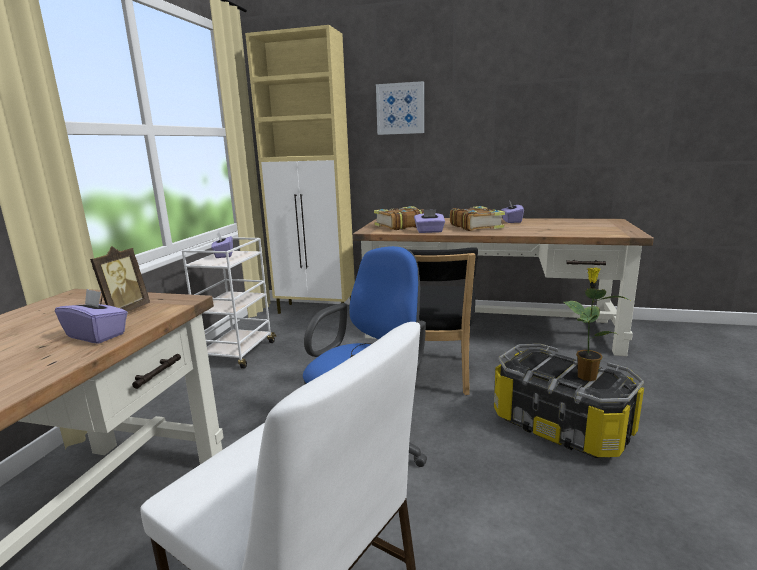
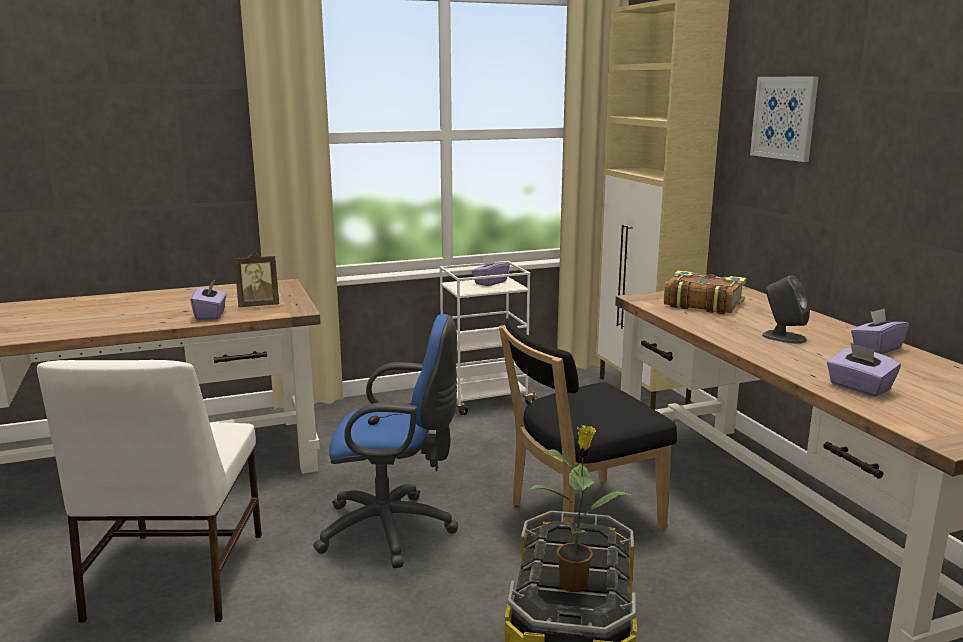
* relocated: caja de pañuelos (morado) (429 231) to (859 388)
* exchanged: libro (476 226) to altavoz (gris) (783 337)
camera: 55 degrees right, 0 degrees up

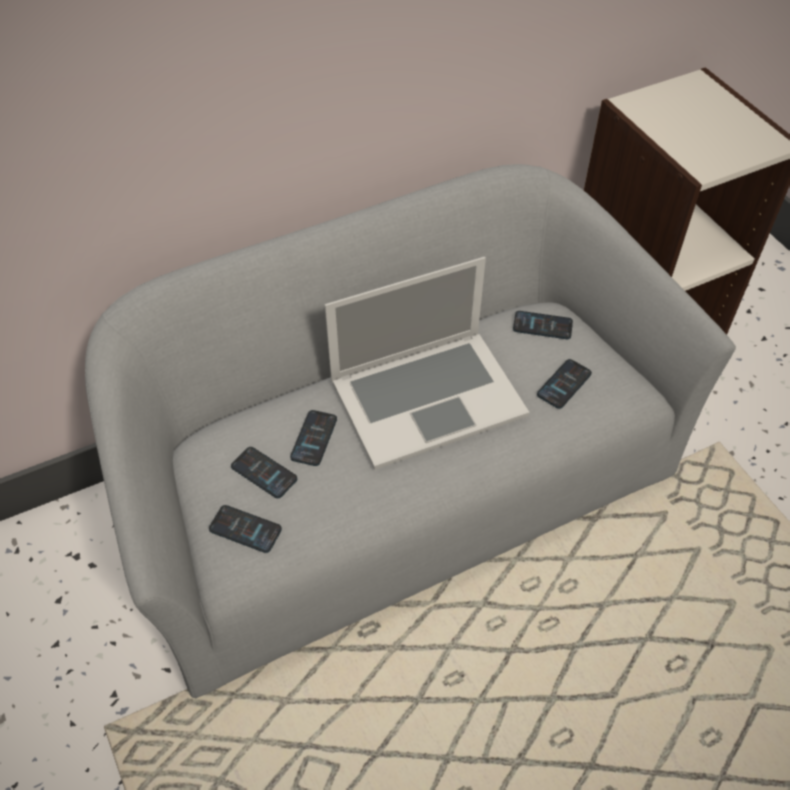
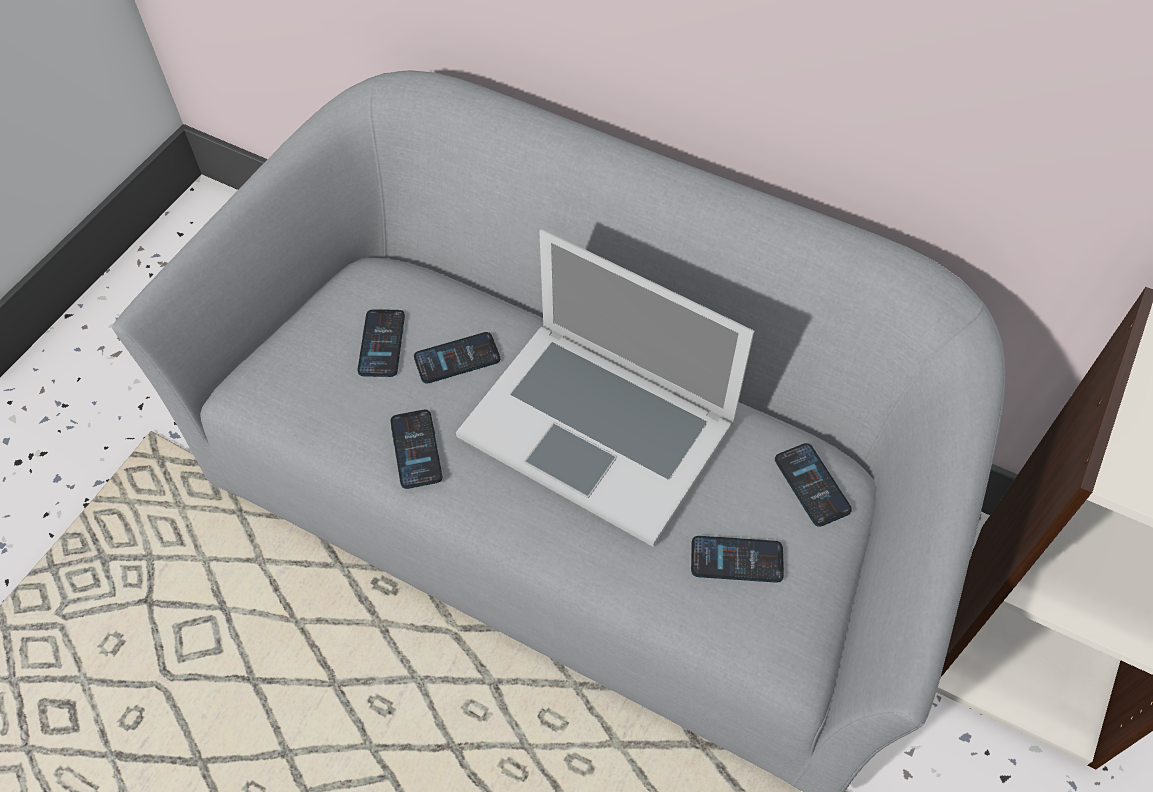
* relocated: móvil (245 529) to (416 449)
camera: 55 degrees right, 5 degrees up

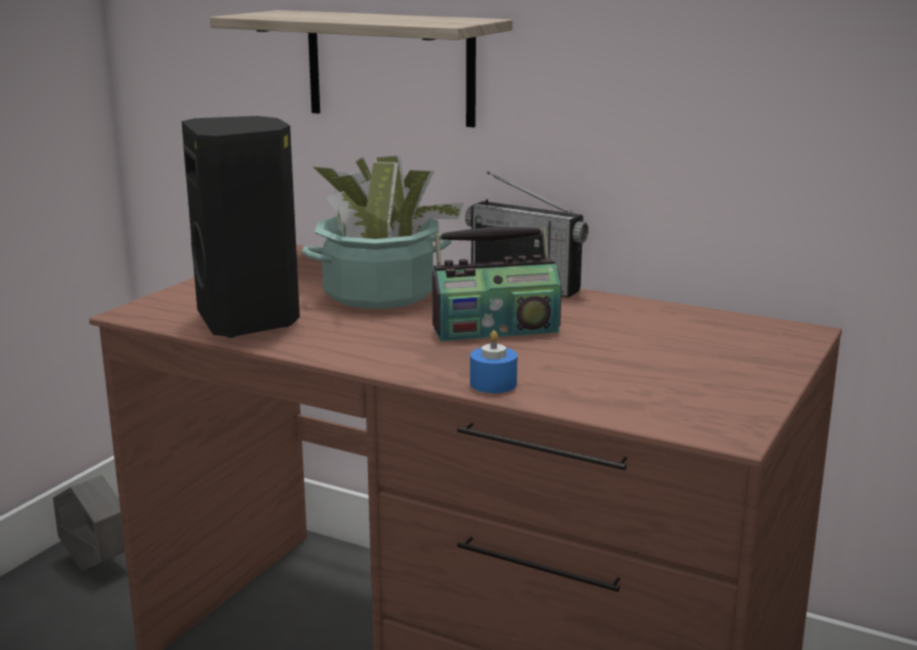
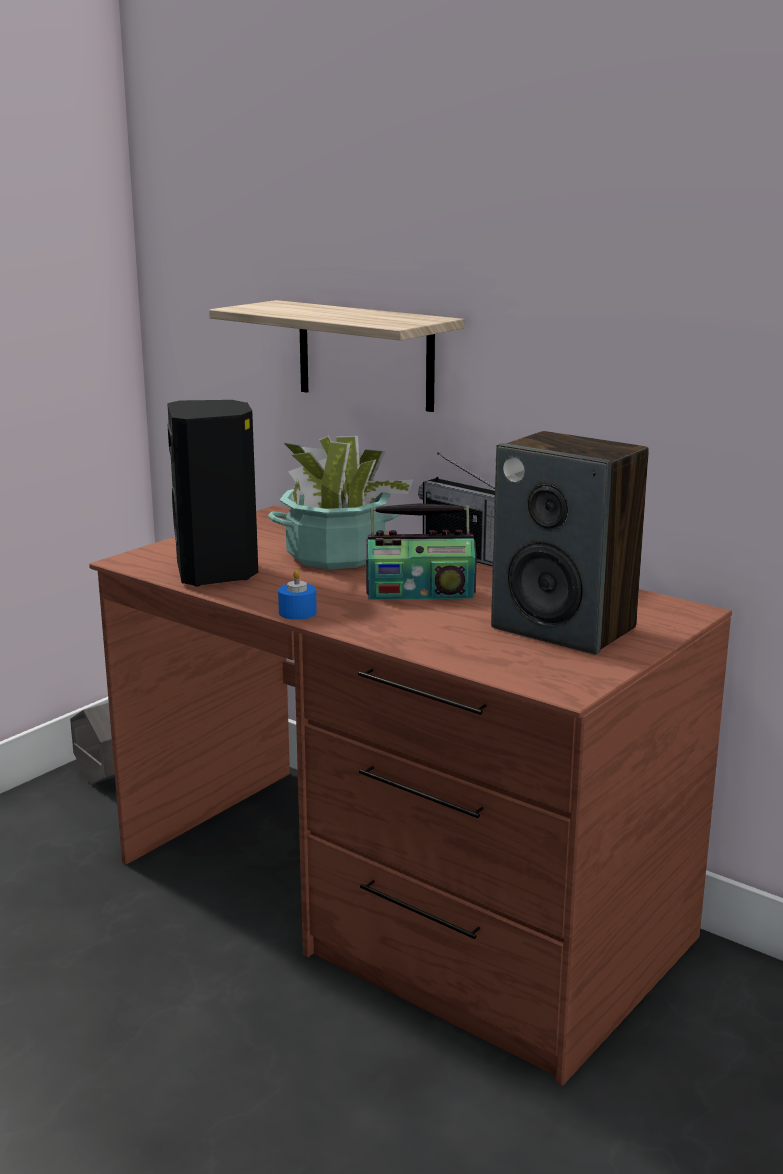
* appeared: altavoz (565 628)
* relocated: vela (azul) (493 383) to (297 612)
camera: 10 degrees right, 0 degrees up

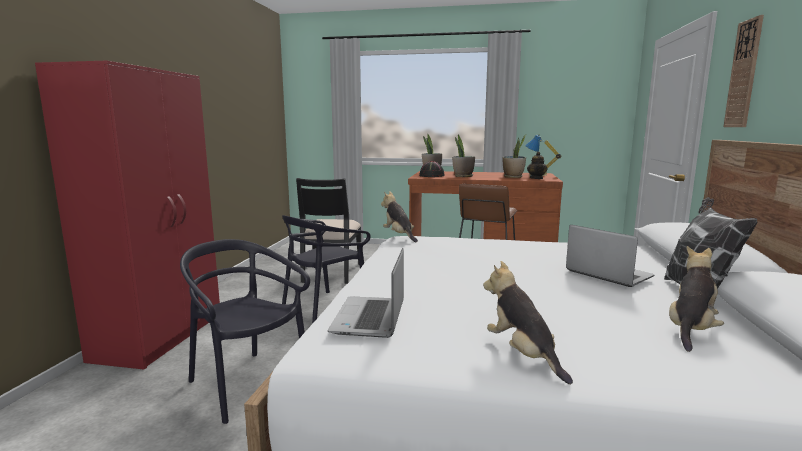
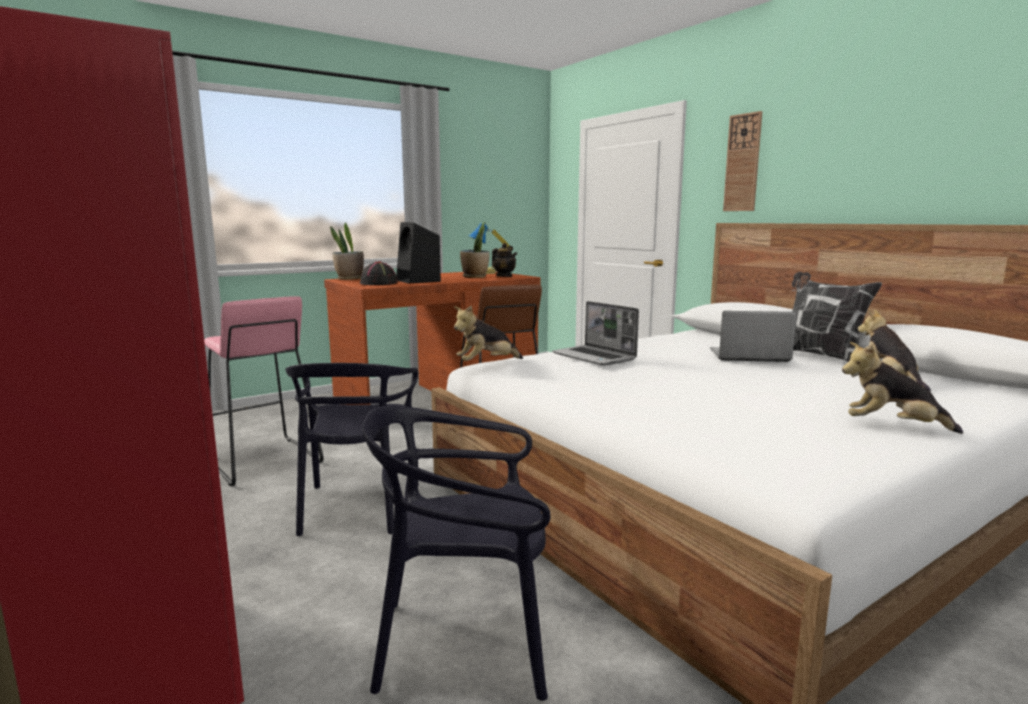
* relocated: portátil (370 318) to (595 357)
* exchanged: silla (negro) (331 273) to taburete (rosa) (263 461)
* exchanged: planta en maceta (463 176) to altavoz (negro) (419 281)
* spun: peluche (399 236) = (486 364) 45 degrees counterclockwise
camera: 45 degrees left, 0 degrees up

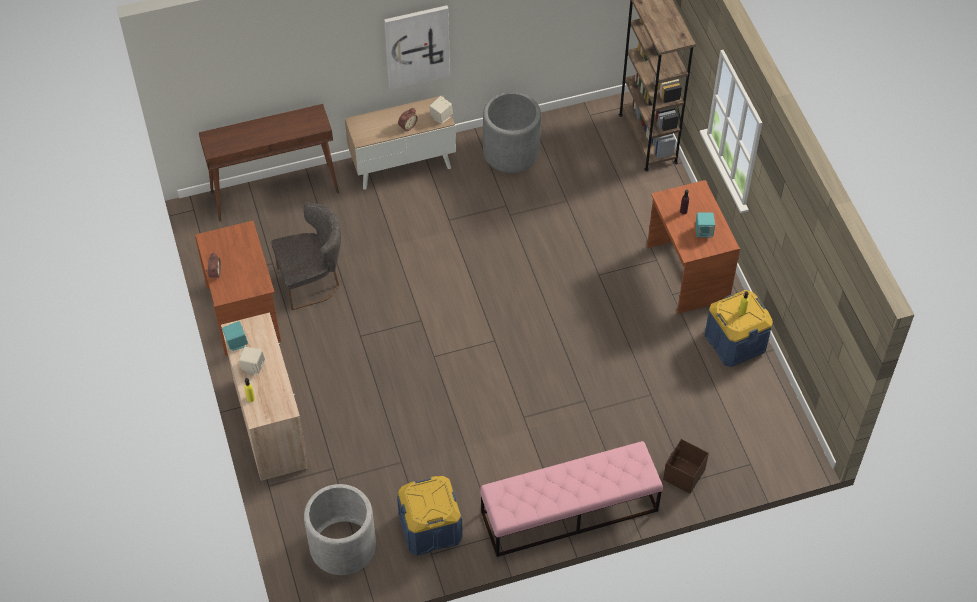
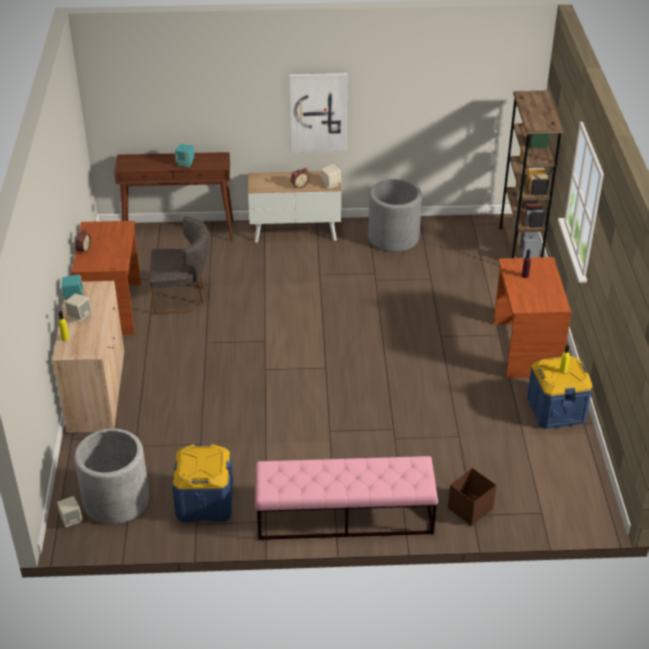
* appeared: altavoz (beis) (71 519)
* relocated: altavoz (turquesa) (703 232) to (185 163)
camera: 15 degrees right, 15 degrees down

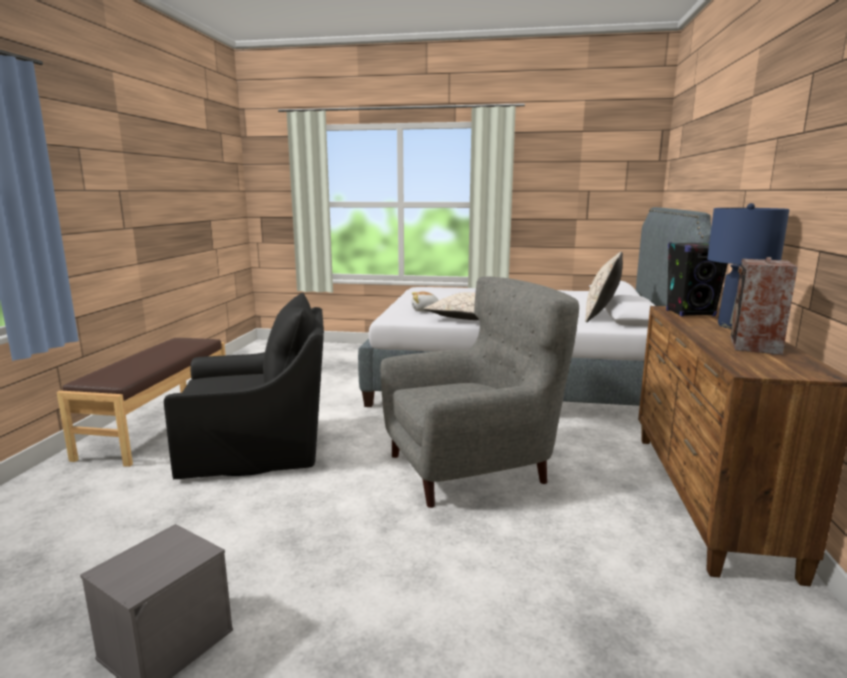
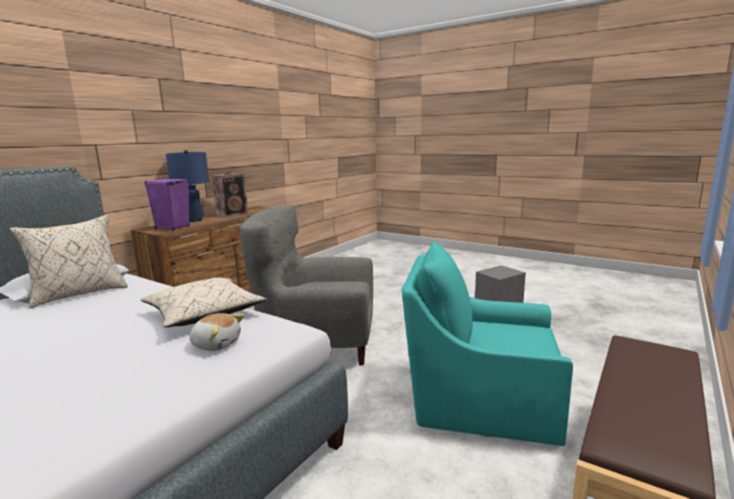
* colour: sillón (negro) (259 448) to sillón (turquesa) (478 399)
* colour: altavoz (negro) (690 313) to altavoz (morado) (172 228)
camera: 155 degrees left, 0 degrees up

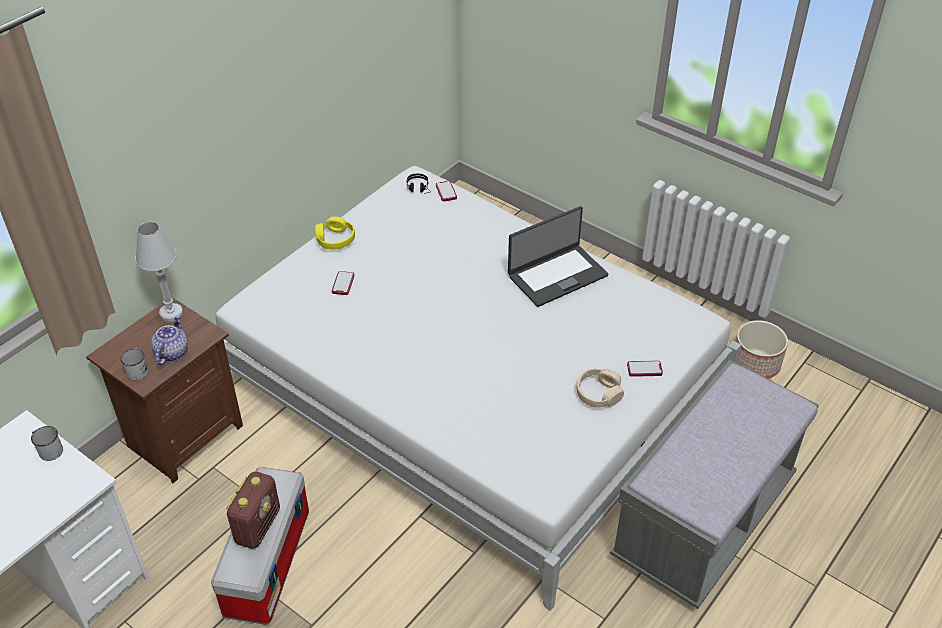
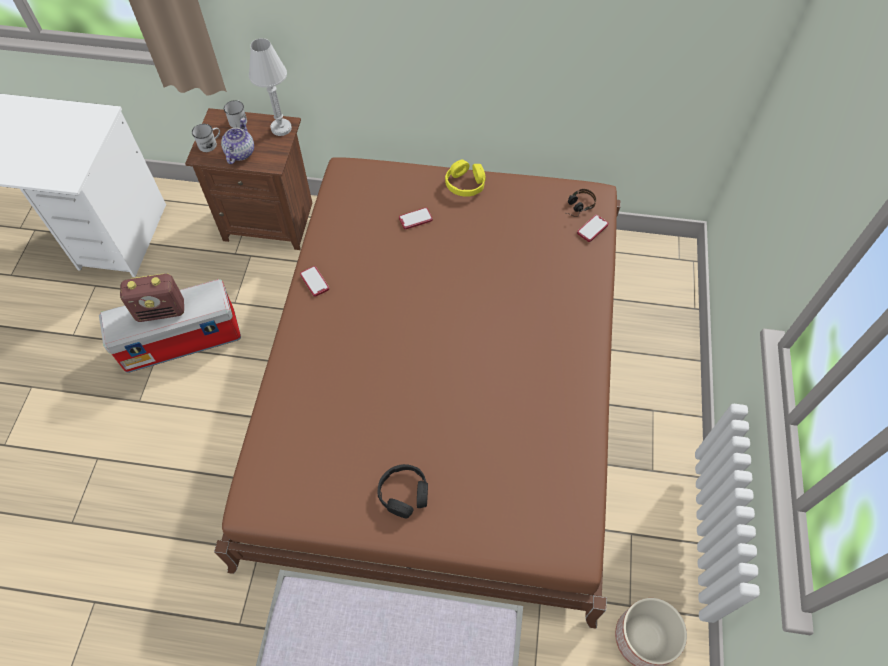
* missing: portátil (557 275)
* relocated: taza grande (blanco) (48 450) to (239 120)
* relocated: móvil (644 369) to (314 282)
* colour: cama (blanco) (471 383) to cama (marrón) (443 383)
* colour: auriculares (beis) (598 393) to auriculares (negro) (404 493)
* spun: tetera (171 352) = (240 152) 60 degrees counterclockwise
camera: 60 degrees right, 15 degrees up

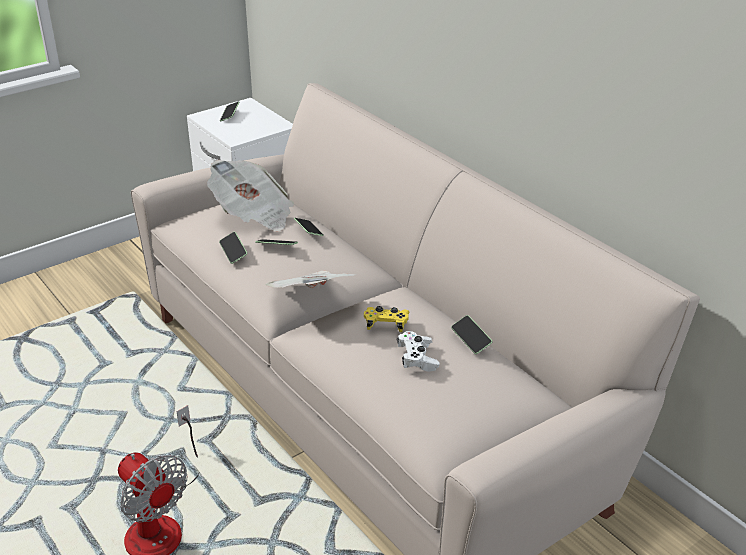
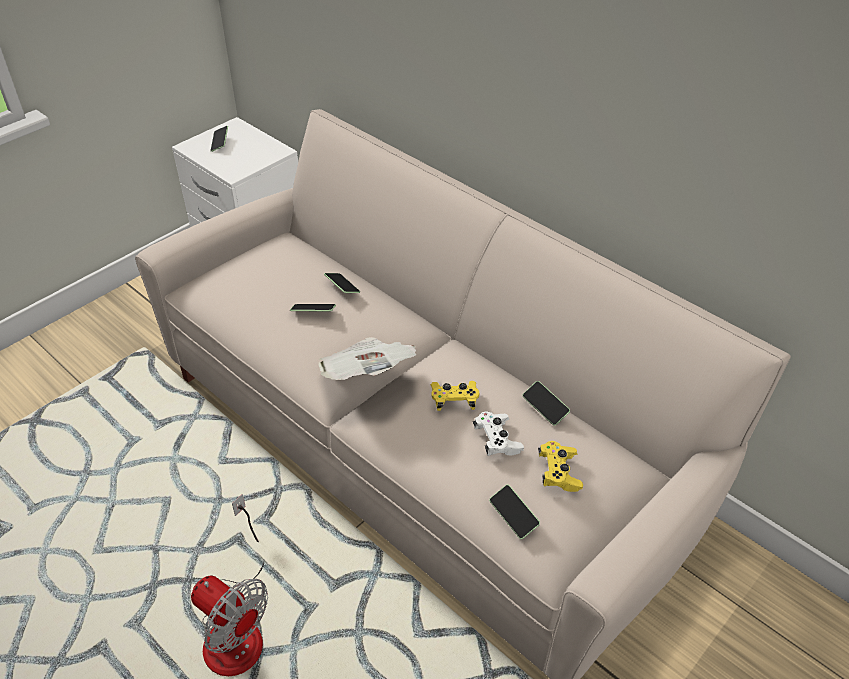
* missing: periódico (253 215)
* appeared: mando de consola (amarillo) (558 473)
* relocated: móvil (233 252) to (513 516)
camera: 10 degrees left, 10 degrees up

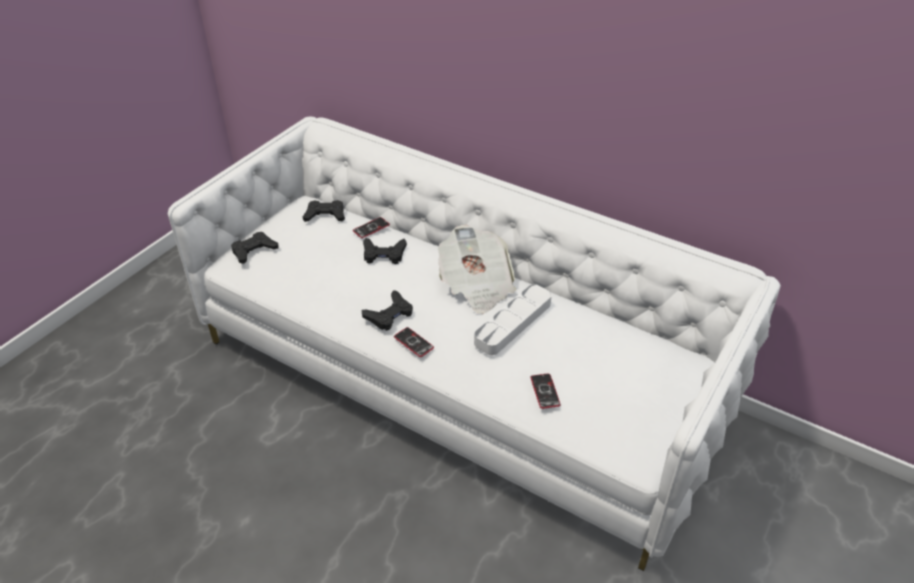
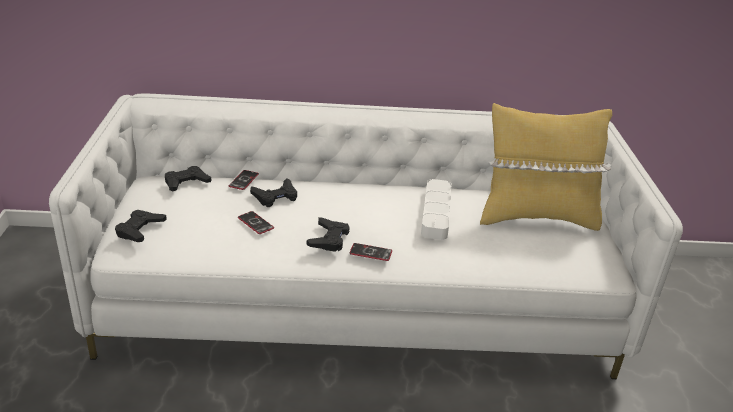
* missing: periódico (476 286)
* appeared: cojín (amarillo) (536 217)
* relocated: móvil (545 391) to (255 223)
camera: 35 degrees left, 10 degrees down

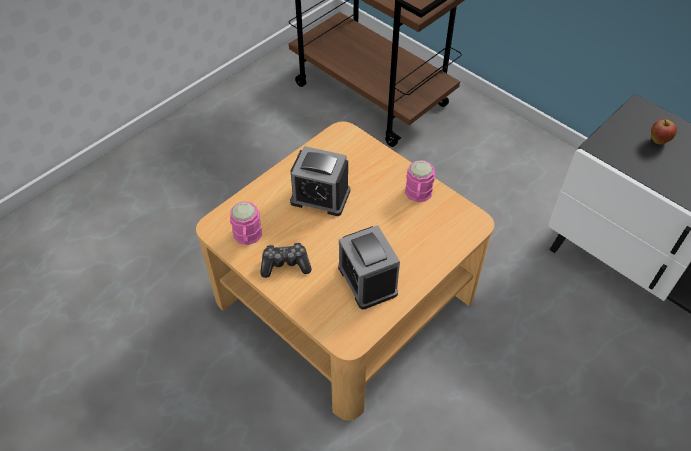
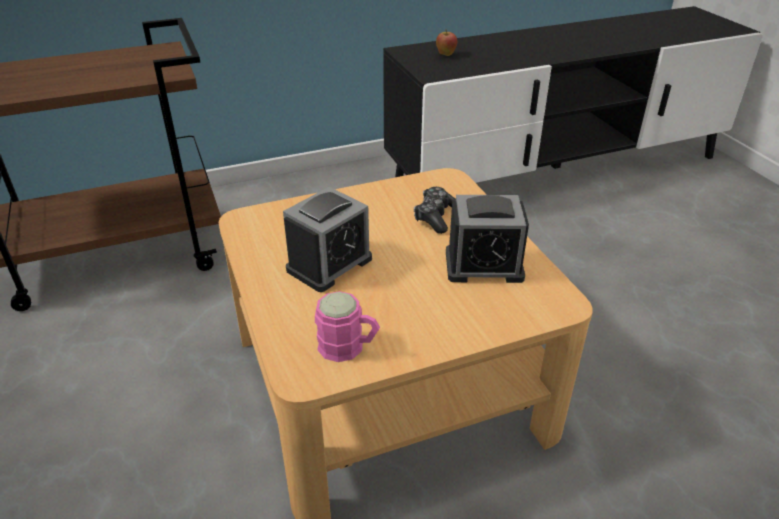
* missing: taza grande (rosa) (418 195)
* relocated: mando de consola (285 264) to (435 217)
camera: 65 degrees left, 15 degrees down

